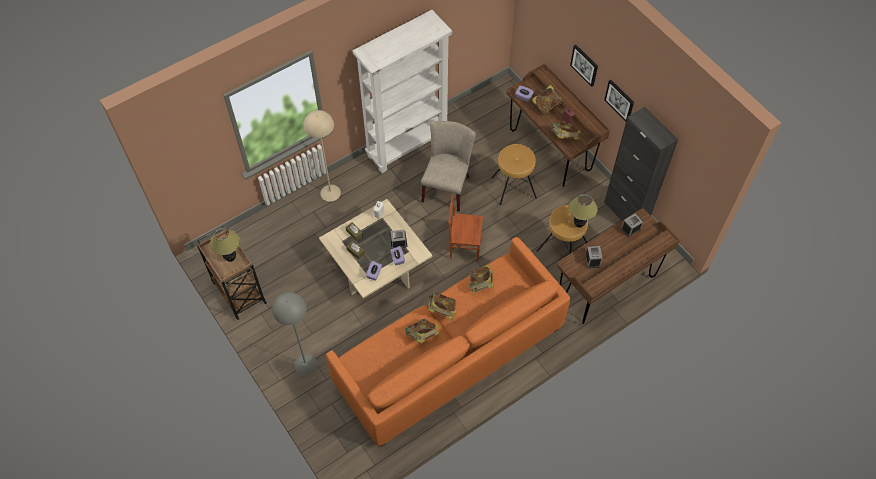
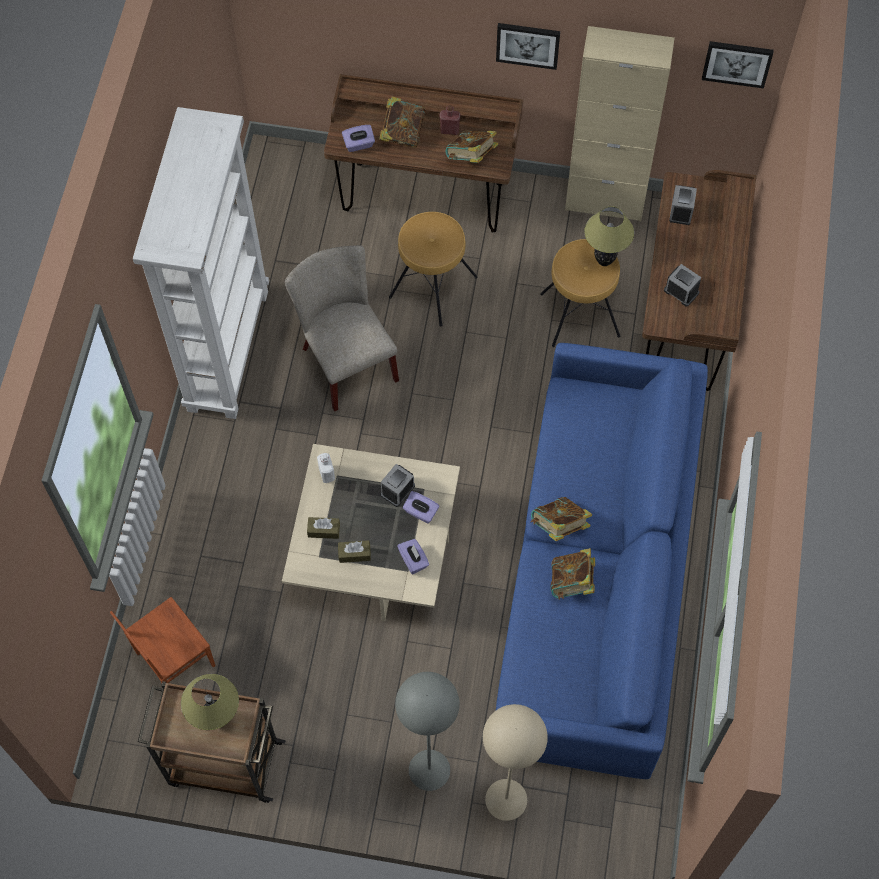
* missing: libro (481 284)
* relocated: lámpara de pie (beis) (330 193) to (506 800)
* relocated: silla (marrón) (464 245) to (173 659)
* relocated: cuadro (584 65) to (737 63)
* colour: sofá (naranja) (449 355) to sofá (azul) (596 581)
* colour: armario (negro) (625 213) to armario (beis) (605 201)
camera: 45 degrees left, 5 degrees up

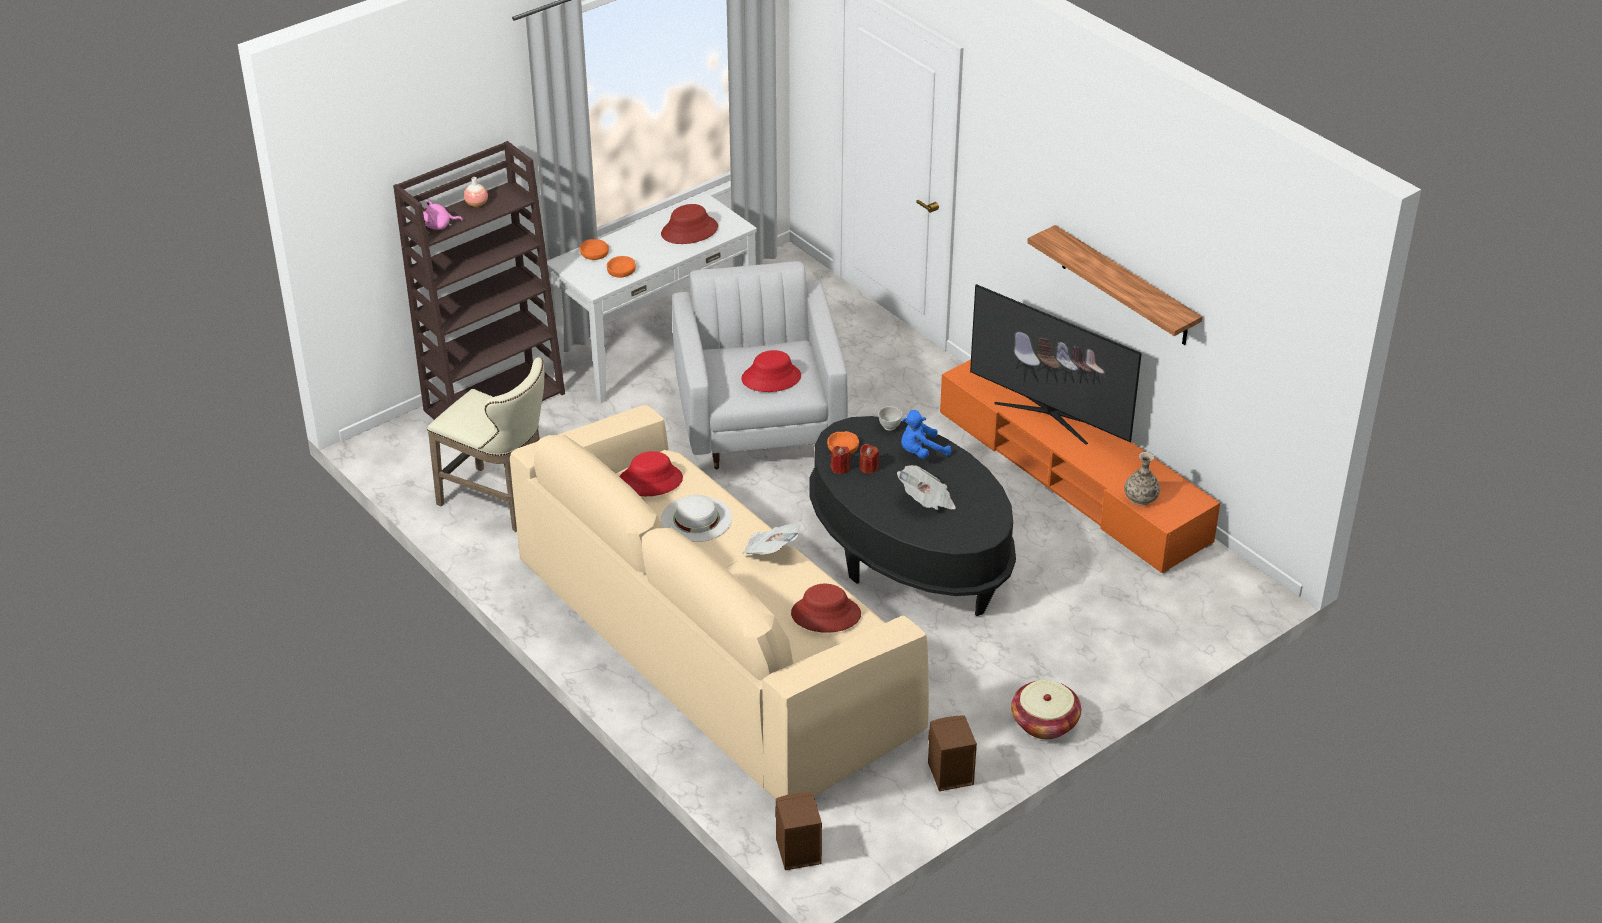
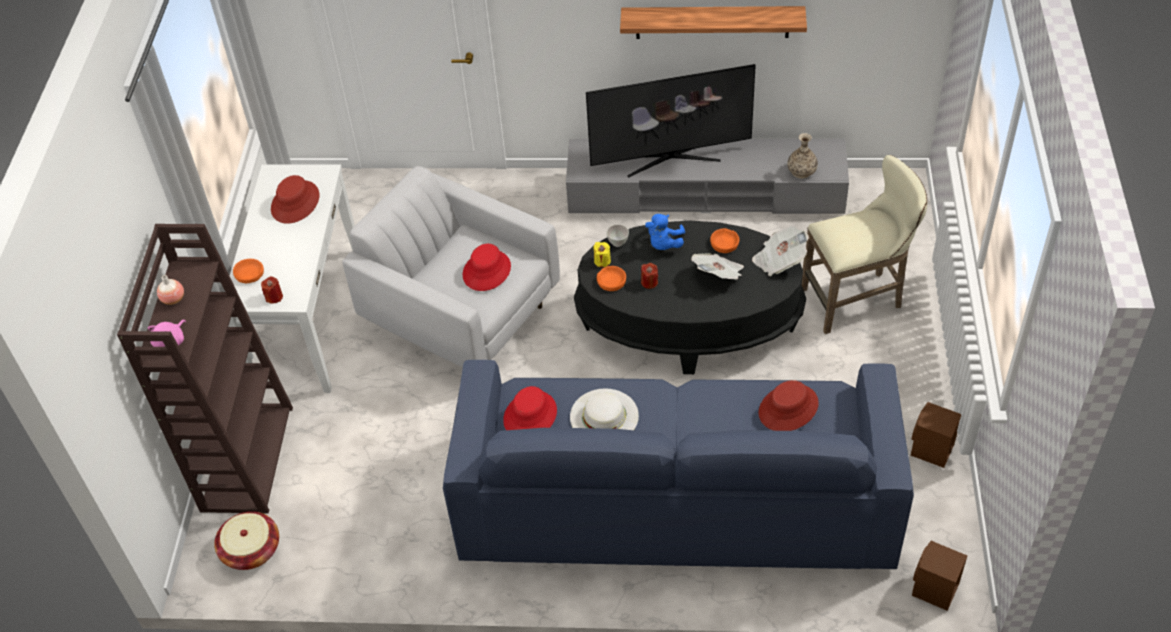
* appeared: vela (amarillo) (602 261)
* relocated: taburete (beis) (500 503) to (857 299)
* relocated: cuenco (naranja) (621 270) to (724 243)
* relocated: periódico (771 551) to (779 260)
* relocated: vela (rojo) (840 468) to (274 297)
* relocated: cesta (1044 723) to (251 550)
* colour: sofá (beis) (715 646) to sofá (azul) (676 500)
* colour: mueble de televisión (naranja) (1072 478) to mueble de televisión (gris) (706 193)
camera: 45 degrees left, 10 degrees up

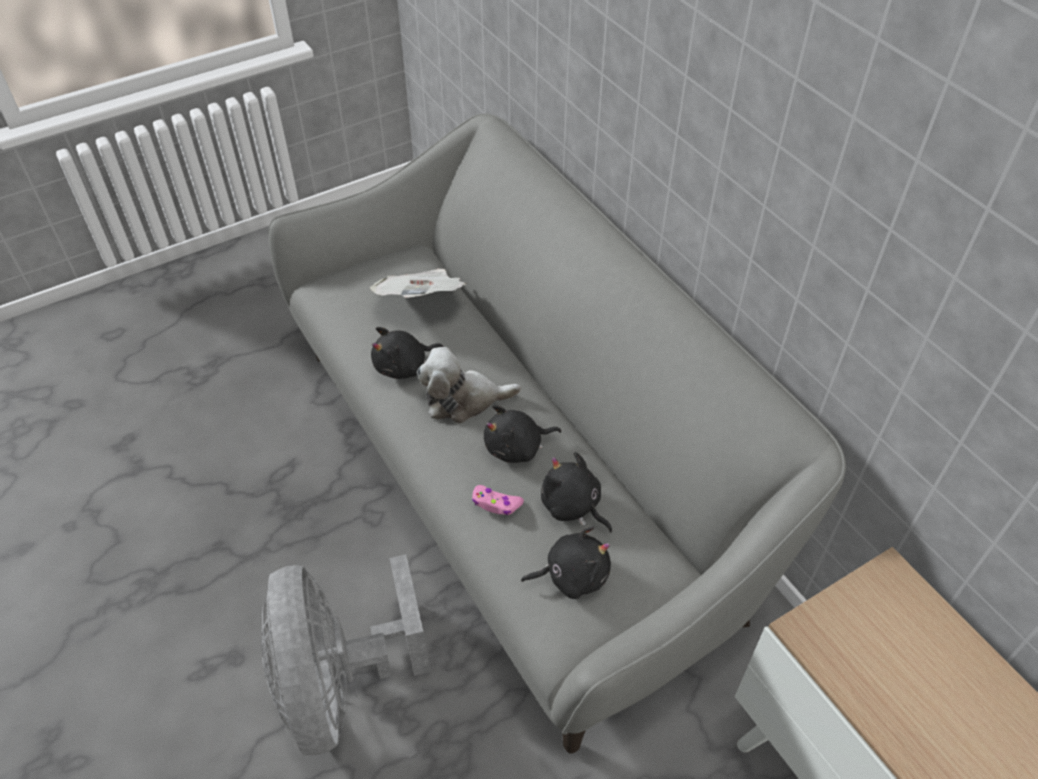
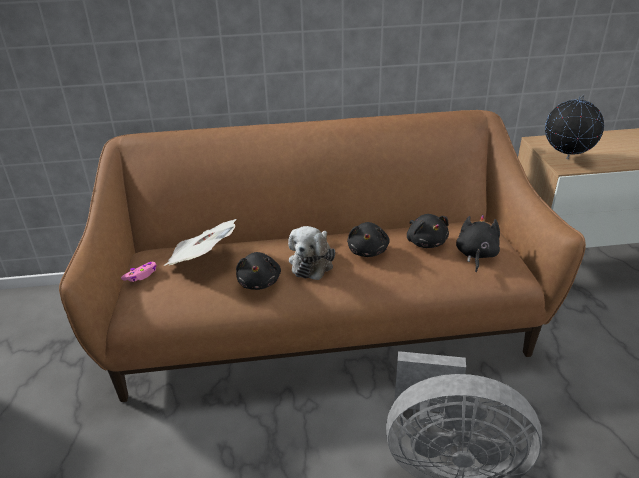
* appeared: globo terráqueo (566 158)
* relocated: mando de consola (rosa) (496 504) to (141 275)
* colour: sofá (gris) (518 477) to sofá (marrón) (321 319)
* spun: peluche (negro) (573 506) = (425 242) 90 degrees counterclockwise
camera: 65 degrees left, 15 degrees down

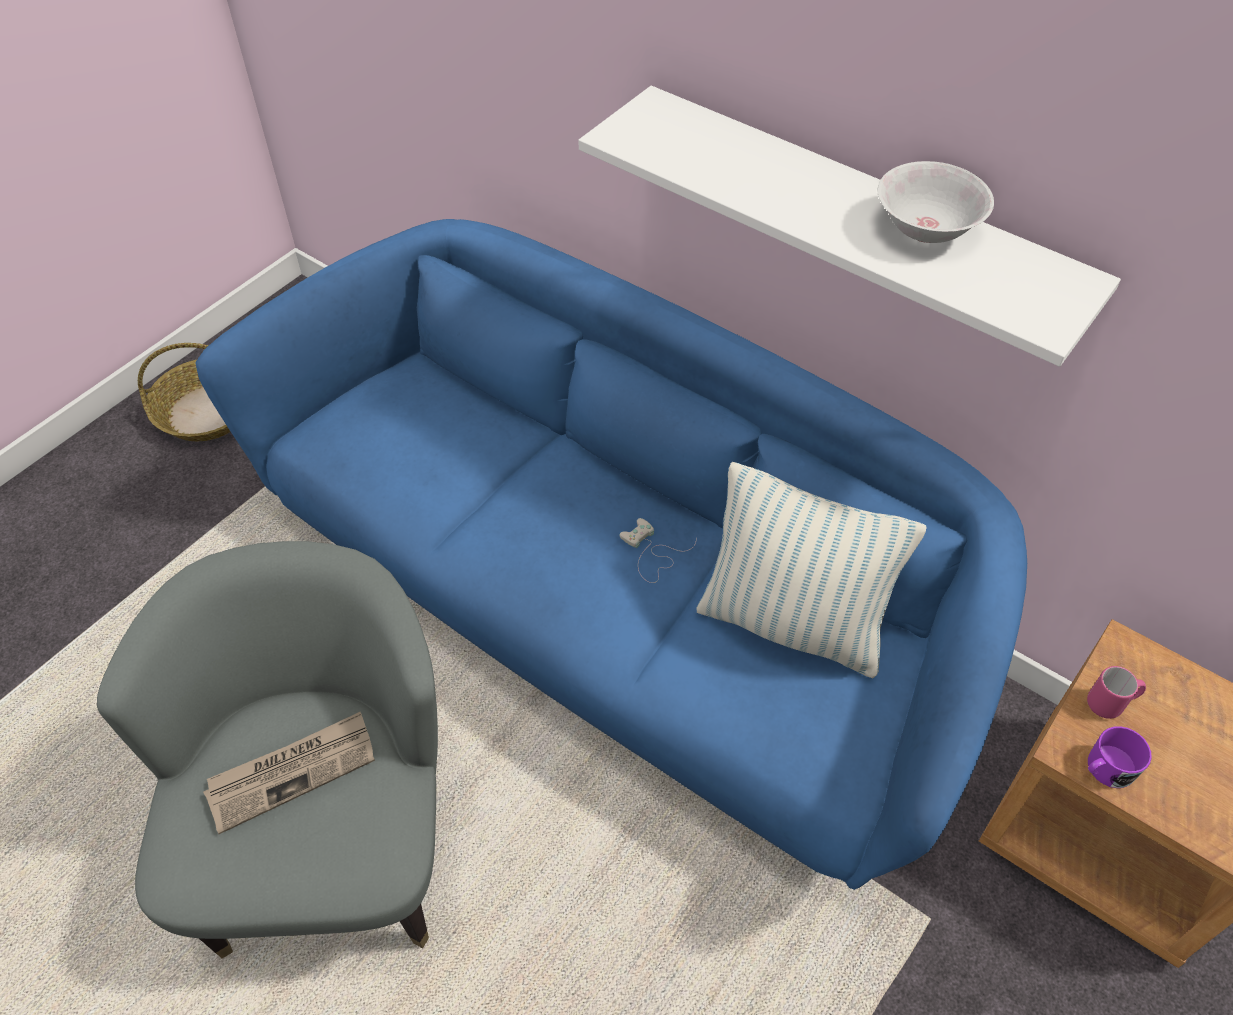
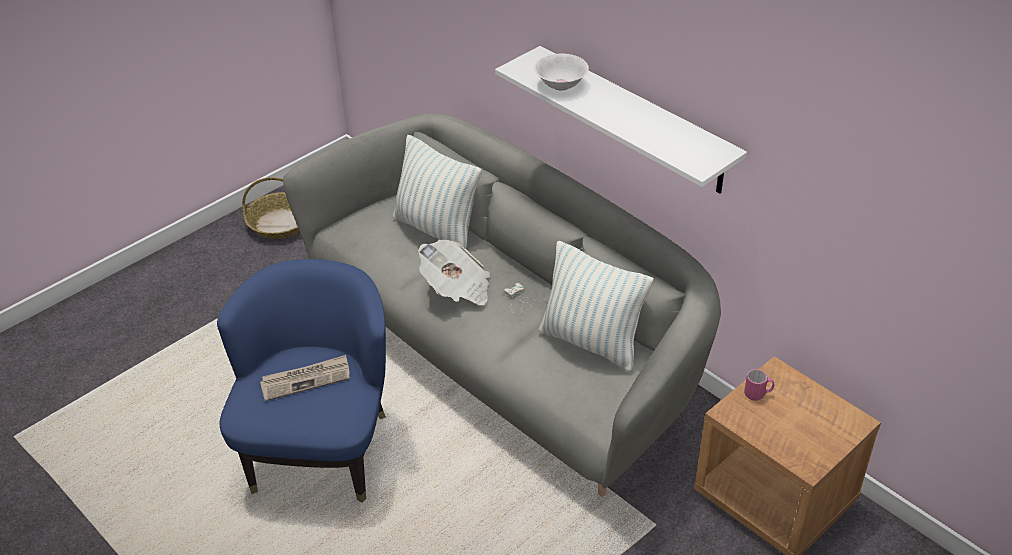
* missing: taza grande (morado) (1106 769)
* appeared: cojín (437 230)
* appeared: periódico (457 288)
* relocated: cuenco (blanco) (925 229) to (560 84)
* colour: sillón (gris) (335 843) to sillón (azul) (321 449)
* colour: sofá (azul) (614 609) to sofá (gris) (506 352)
camera: 10 degrees right, 10 degrees down

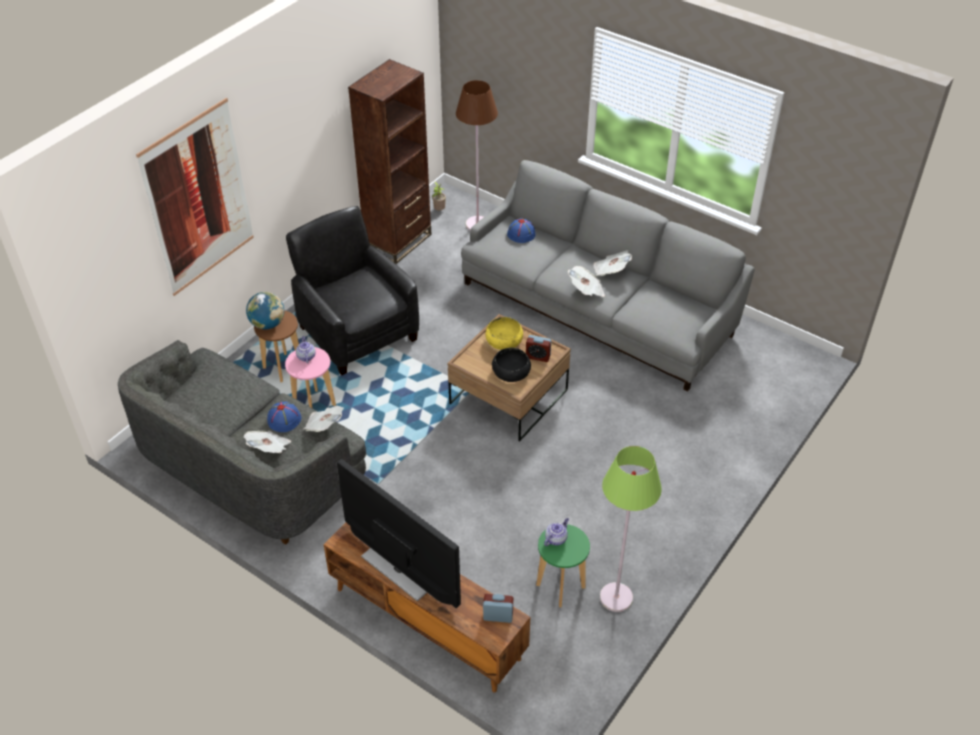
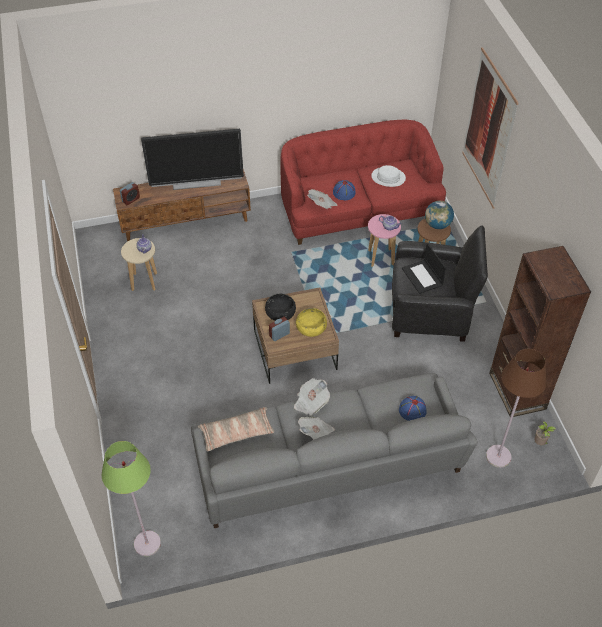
* missing: periódico (269 449)
* appeared: cojín (237 433)
* appeared: sombrero (blanco) (388 177)
* appeared: portátil (422 277)
* relocated: lámpara de pie (verde) (616 598) to (147 543)
* colour: sofá (gris) (248 467) to sofá (rojo) (358 209)
* colour: taburete (verde) (560 586) to taburete (beis) (144 282)
camera: 130 degrees right, 5 degrees up

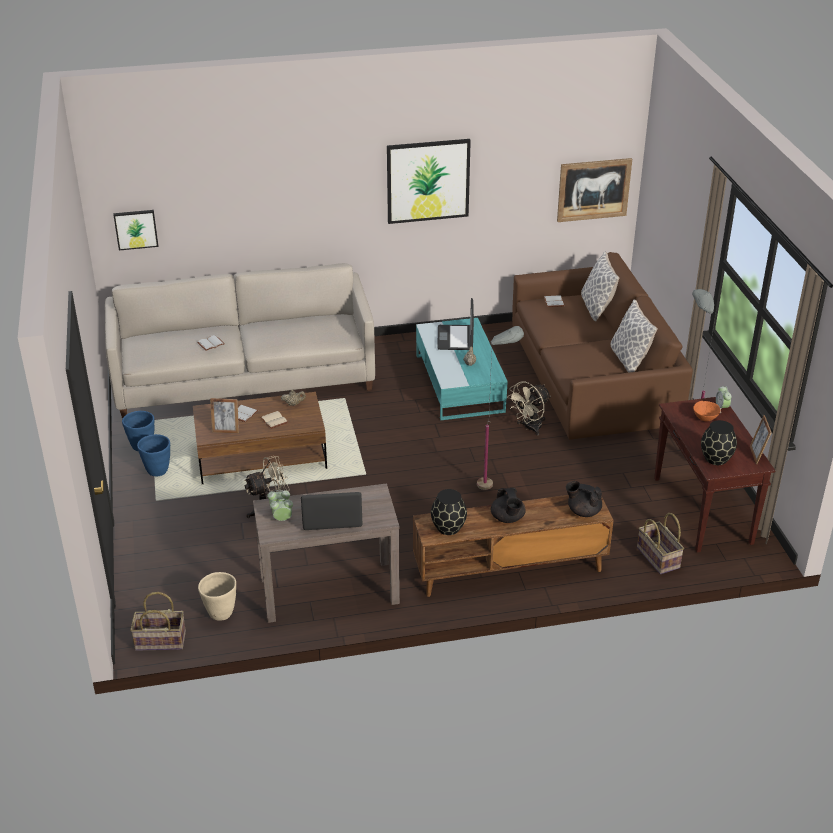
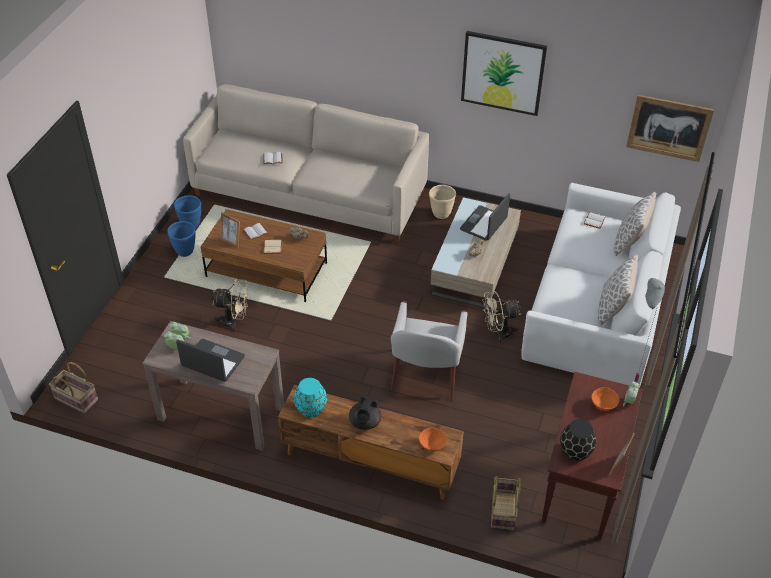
* missing: cuadro (136 229)
* relocated: maceta (beis) (220 613) to (441 214)
* exchanged: lámpara de pie (gris) (496 484) to sillón (blanco) (425 375)
* exchanged: tetera (negro) (583 511) to cuenco (naranja) (432 445)
* colour: mesa de centro (turquesa) (459 383) to mesa de centro (beis) (475 264)
* colour: florero (negro) (448 527) to florero (turquesa) (311 409)
* colour: sofá (marrón) (593 376) to sofá (blanco) (597 304)
camera: 30 degrees right, 10 degrees up

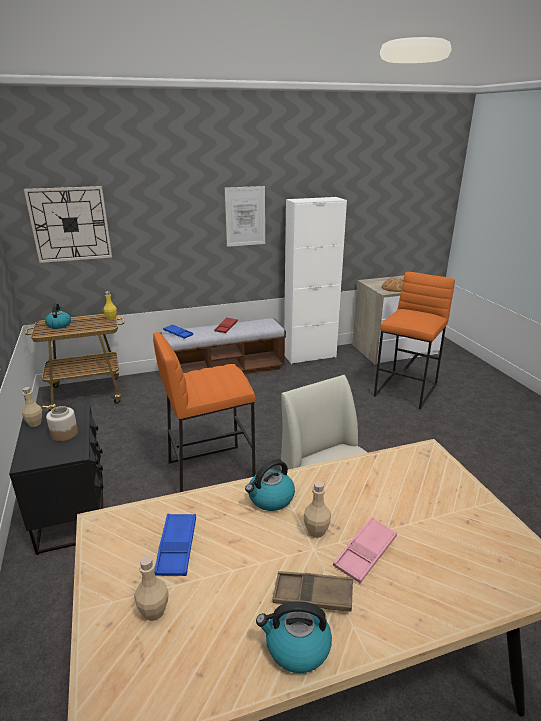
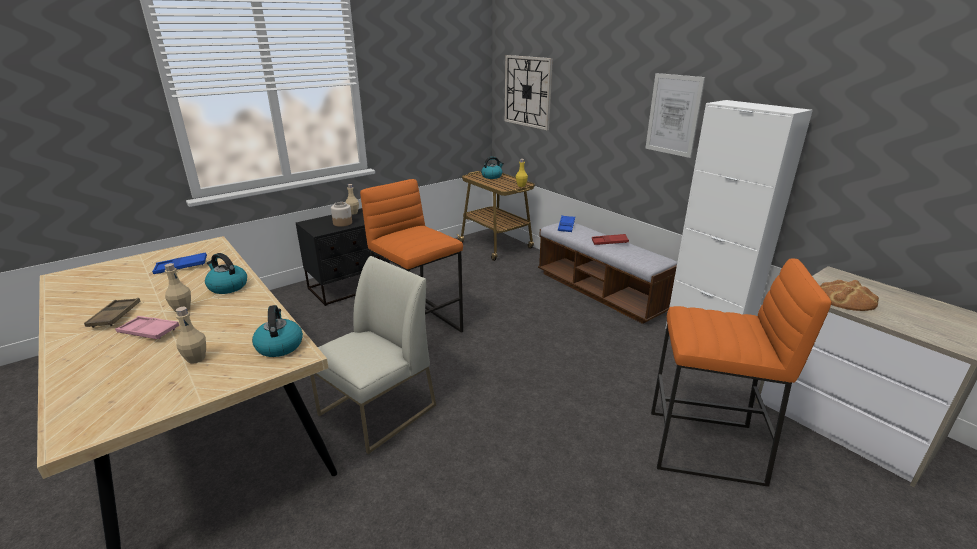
* relocated: botella (beis) (154 611) to (196 358)
* relocated: hervidor (296 646) to (279 346)
camera: 70 degrees right, 0 degrees up

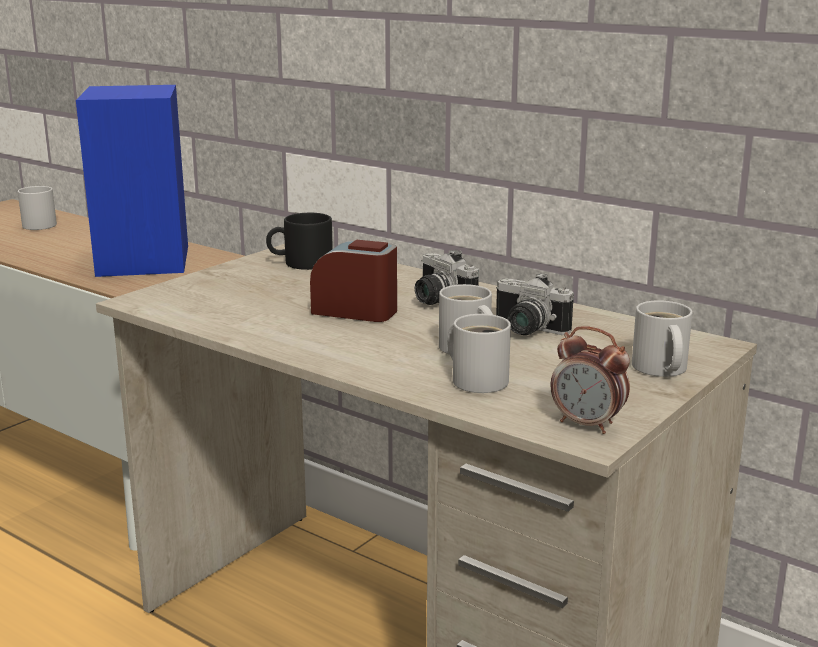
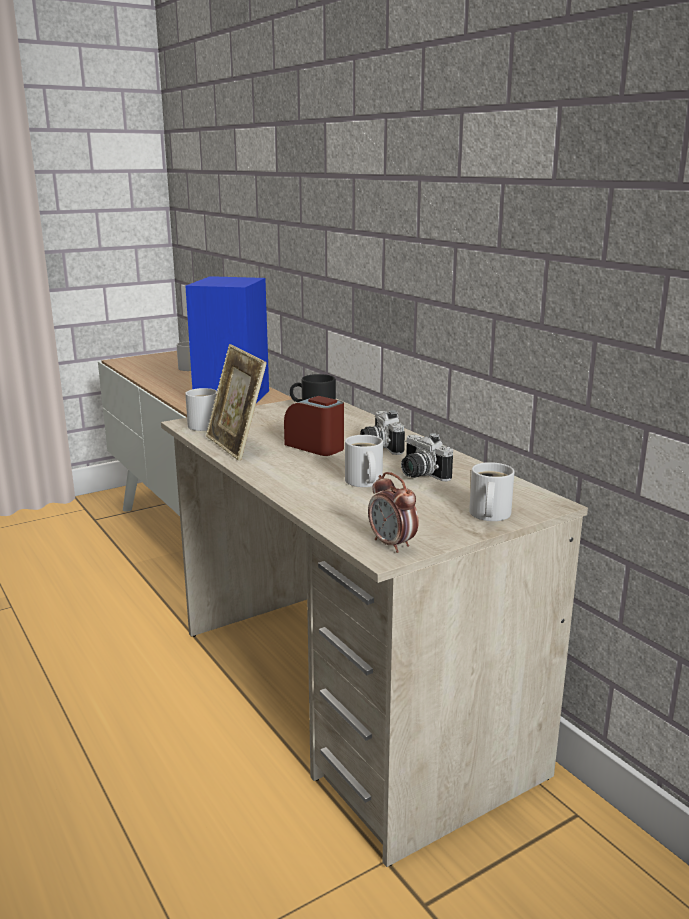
* appeared: portarretratos (236 446)
* relocated: taza grande (blanco) (478 379) to (204 425)
camera: 20 degrees right, 0 degrees up

